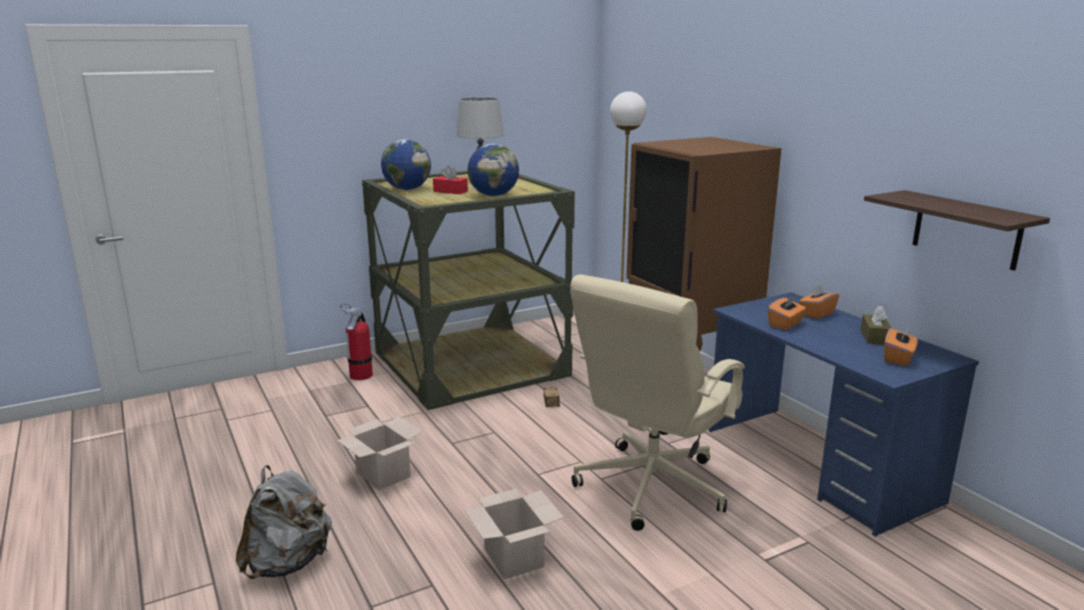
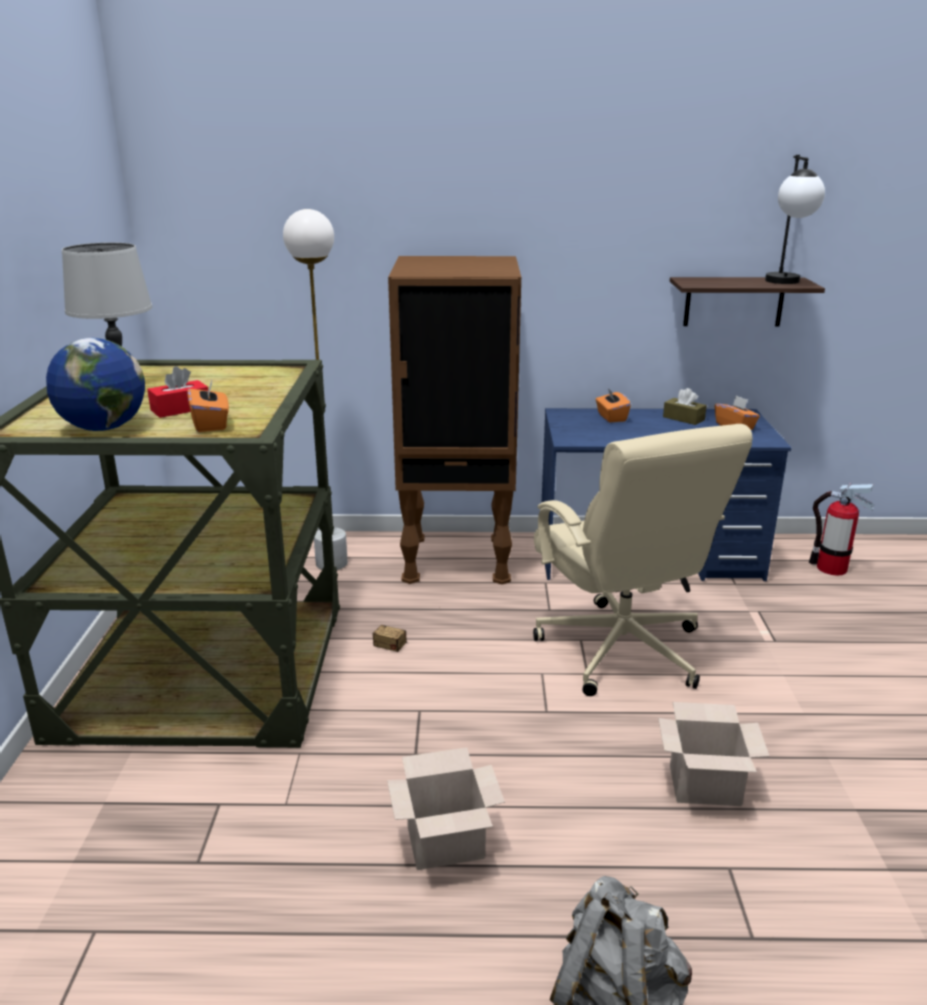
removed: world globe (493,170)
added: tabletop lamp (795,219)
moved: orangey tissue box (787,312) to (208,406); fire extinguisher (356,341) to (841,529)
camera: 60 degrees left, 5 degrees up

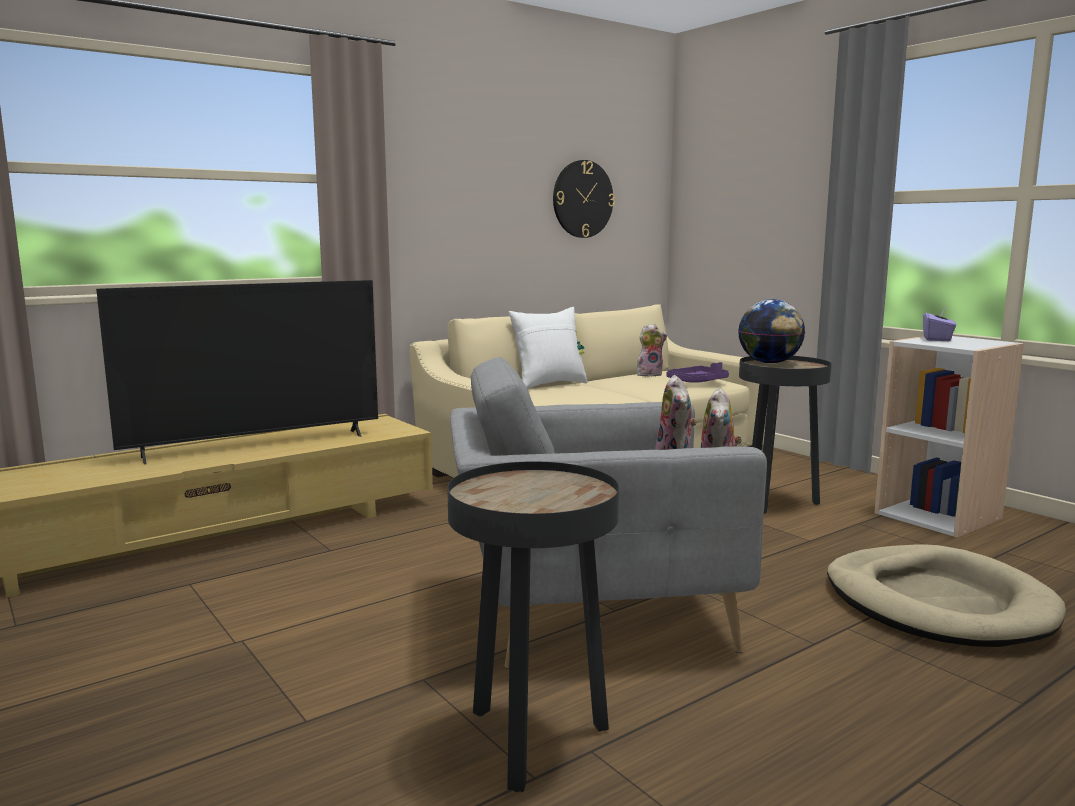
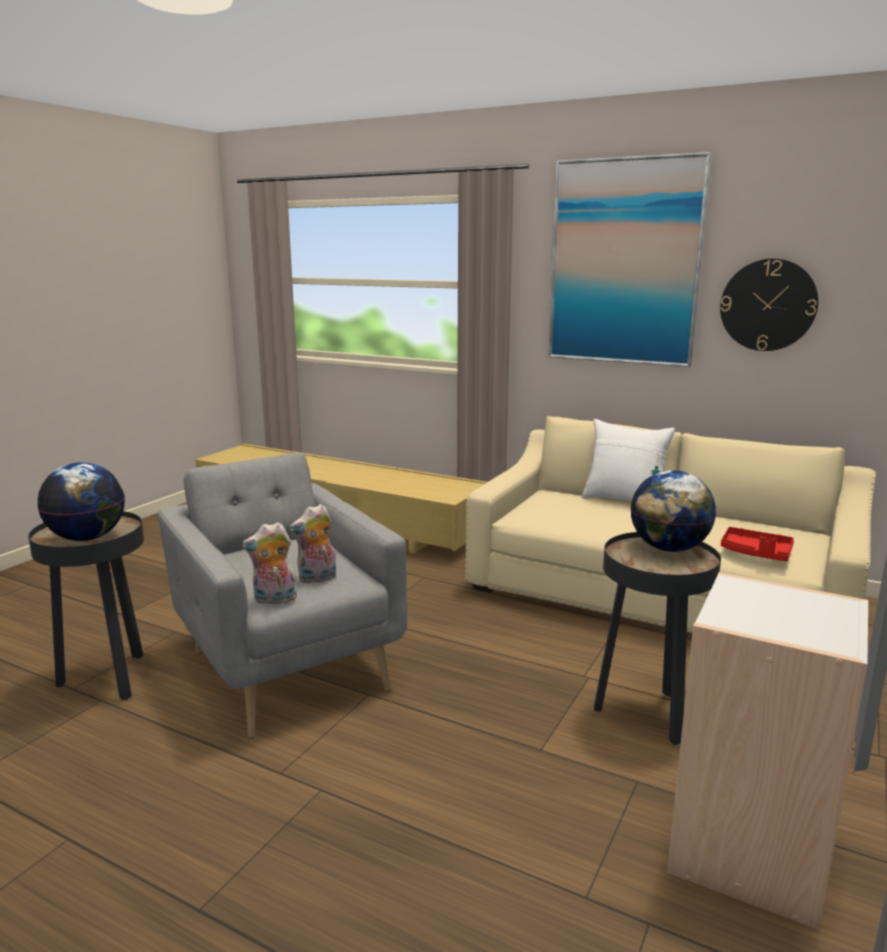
removed: television (237,372); cuddly toy (652,350); beige dog bed (946,595); purple-coloured tissue box (939,323)
added: world globe (81,501); wall picture (630,259)
recoloured: purple-coloured serving tray (697,372) to reddish serving tray (757,544)
camera: 65 degrees right, 5 degrees up

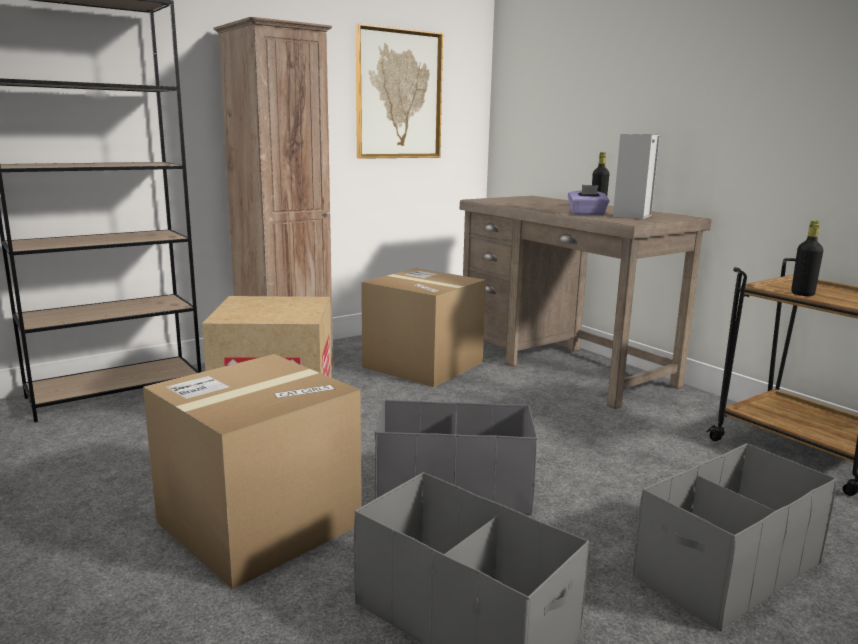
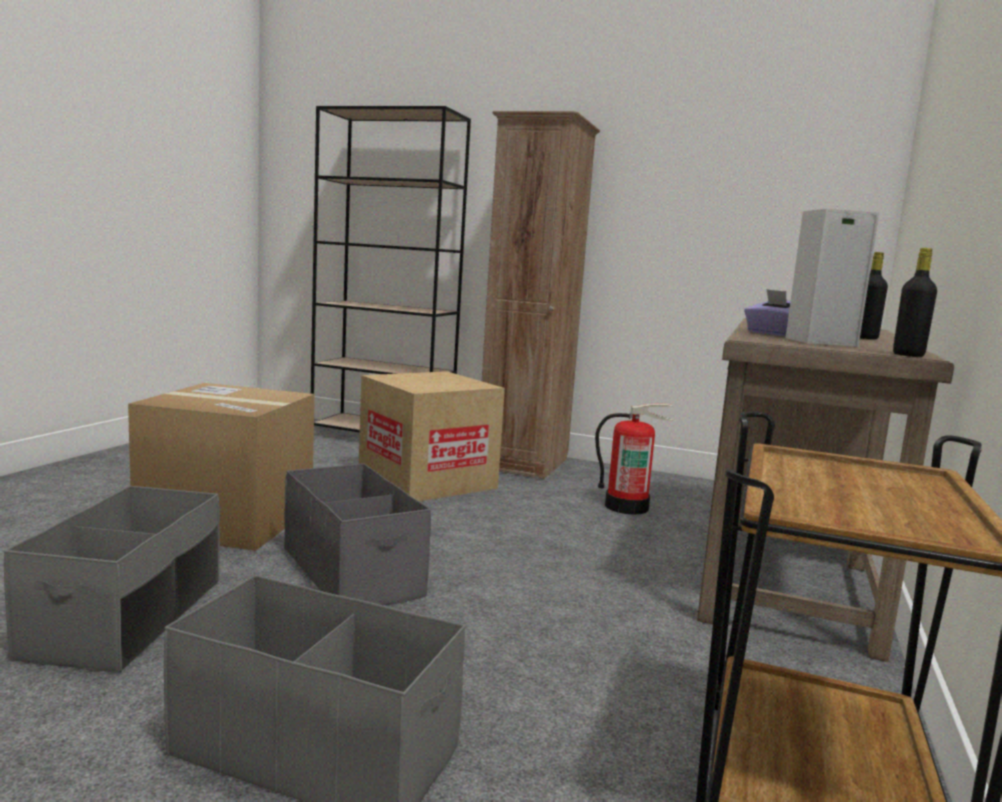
removed: wall picture (399,91)
moved: black beverage bottle (807,258) to (915,302)
replaced: cardboard box (423,327) to fire extinguisher (635,459)
camera: 55 degrees right, 5 degrees down

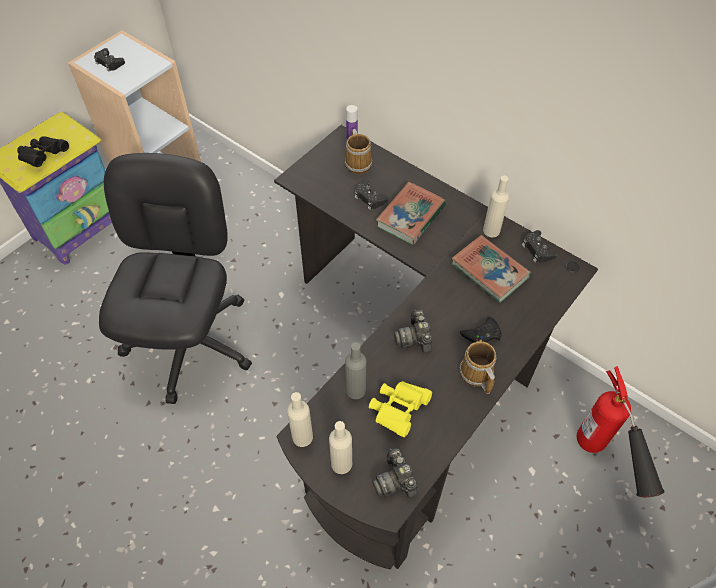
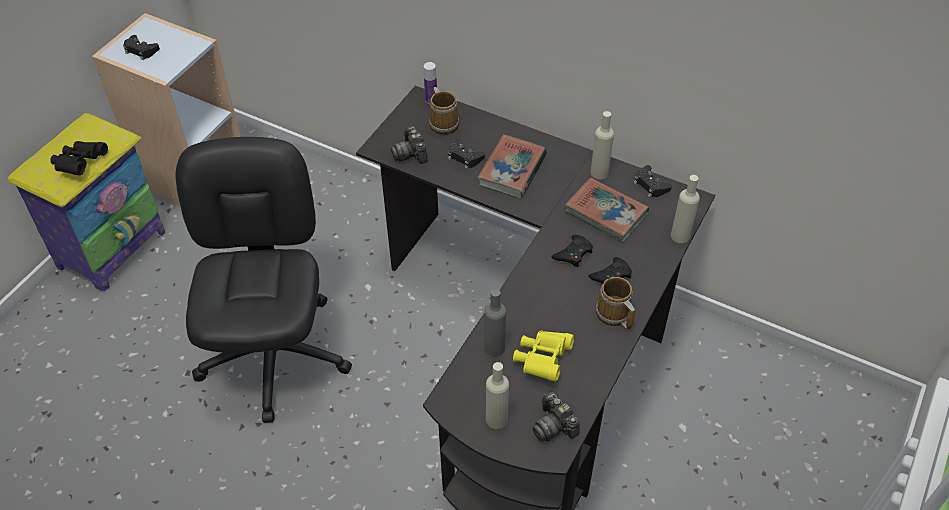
removed: fire extinguisher (621,431)
added: black gamepad (572,251)
moved: photo camera (413,331) to (409,145); beige beverage bottle (300,419) to (685,209)
camera: 10 degrees left, 5 degrees down

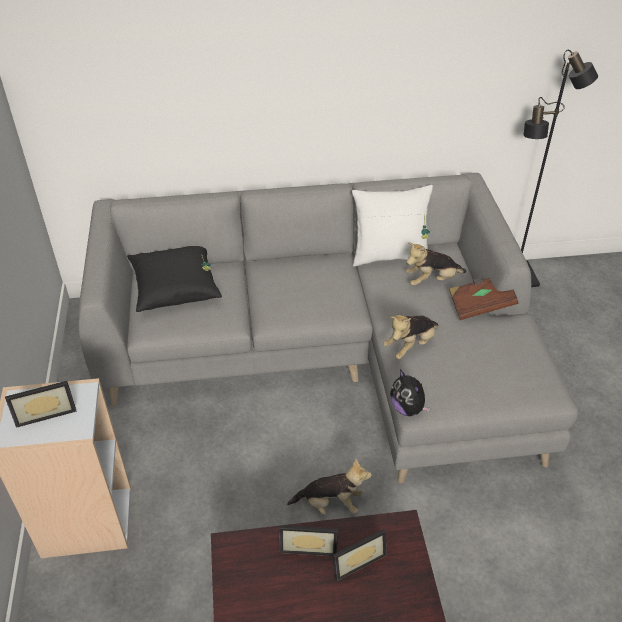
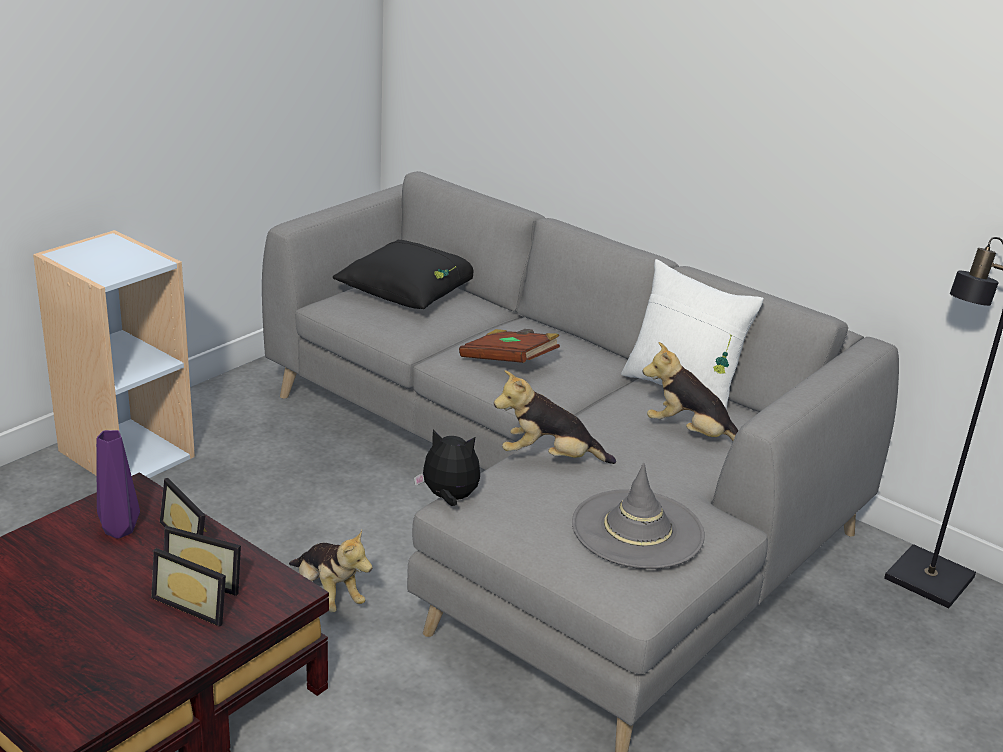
added: purple-coloured flower vase (118,484); grey clothing hat (638,516)
moved: photo frame (41,404) to (188,587); brown-coloured bound book (483,298) to (509,346)
turned: cuddly toy (410,392) = (447,467) 90 degrees clockwise
camera: 45 degrees right, 15 degrees down

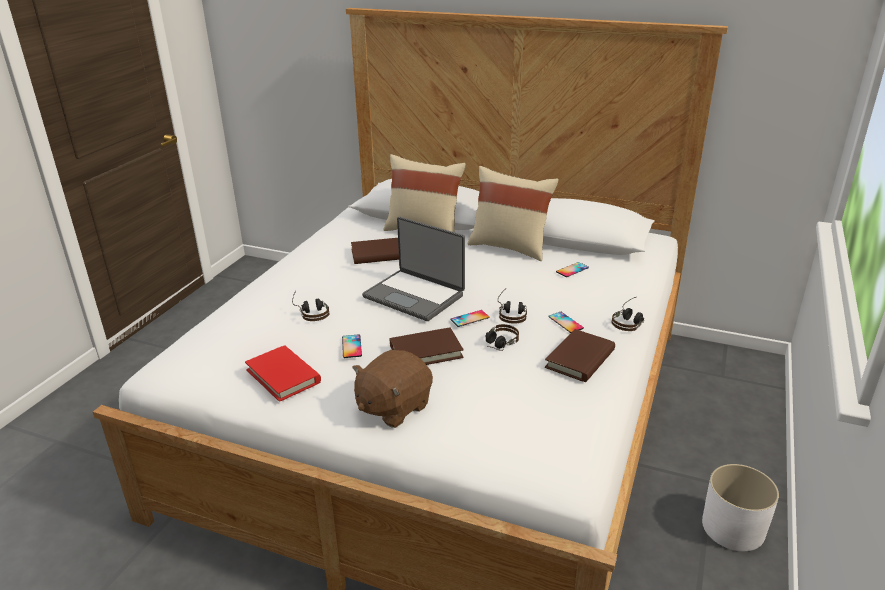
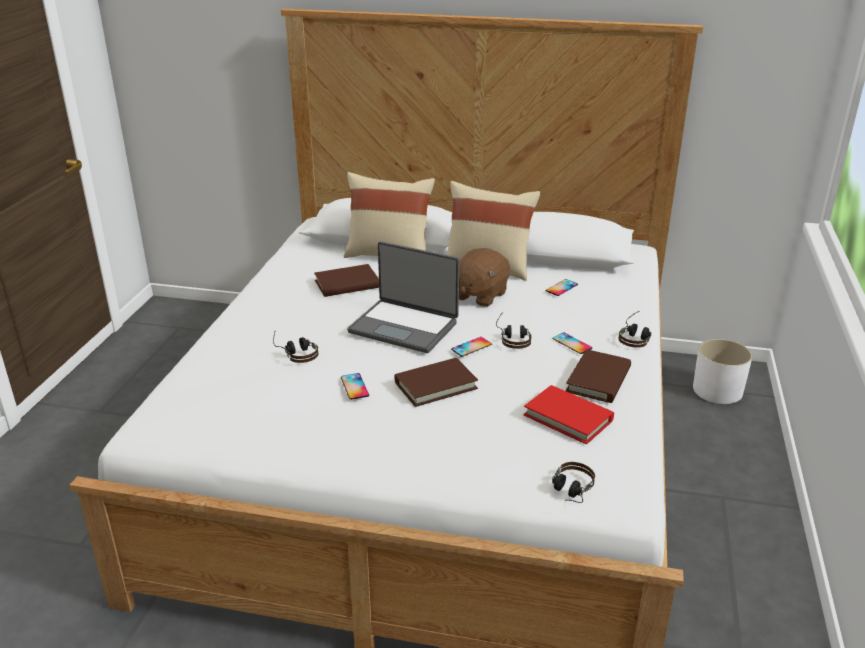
moved: brown-coloured cuddly toy (392,389) to (484,277); reddish bound book (283,373) to (569,415); headset (502,337) to (573,482); white-coloured planter (740,507) to (722,371)
camera: 10 degrees left, 0 degrees up

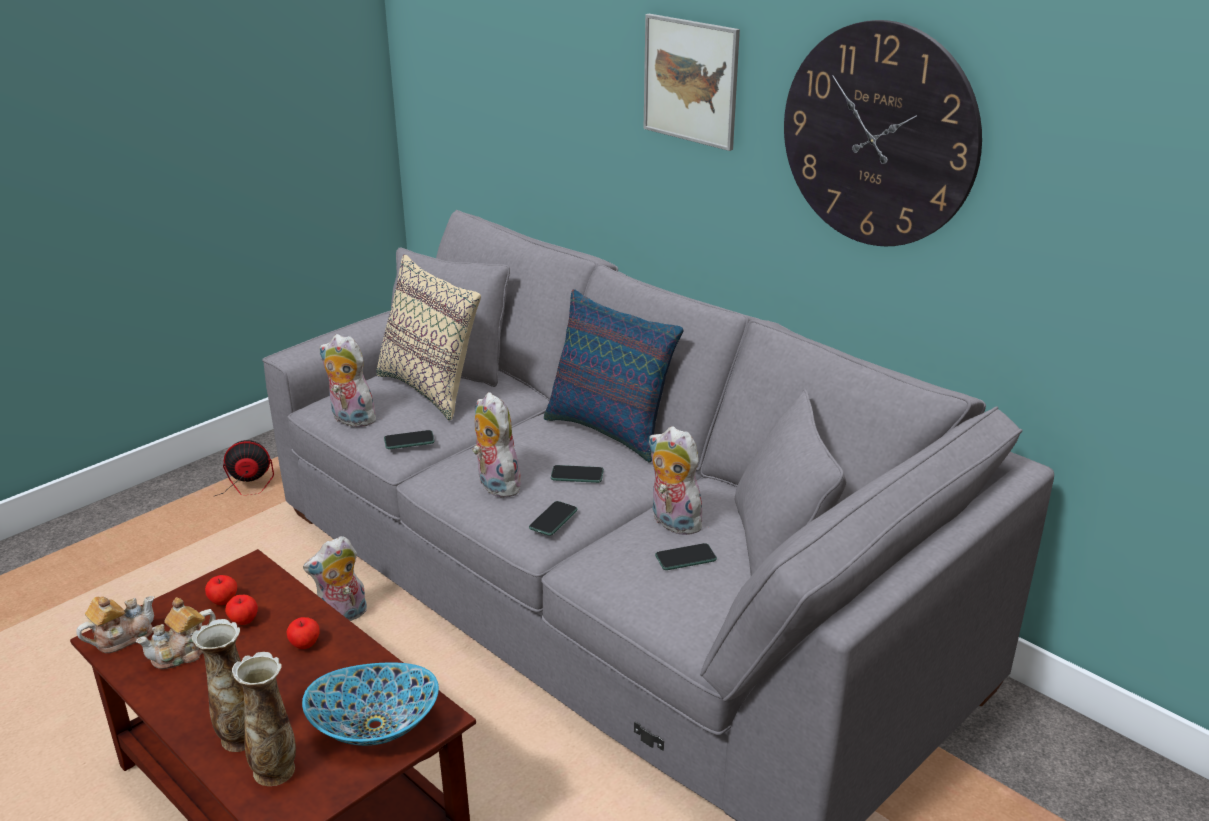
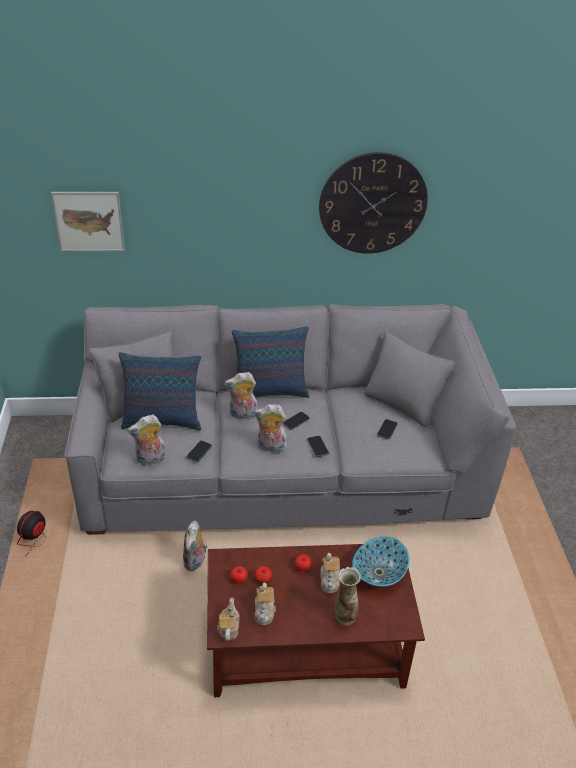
removed: flower vase (264,719)
added: pot for tea (330,573)
moved: wall picture (691,82) to (88,222); cuddly toy (676,480) to (240,395)
recoloured: beige pillow (428,337) to bluish pillow (160,391)
camera: 50 degrees left, 10 degrees up

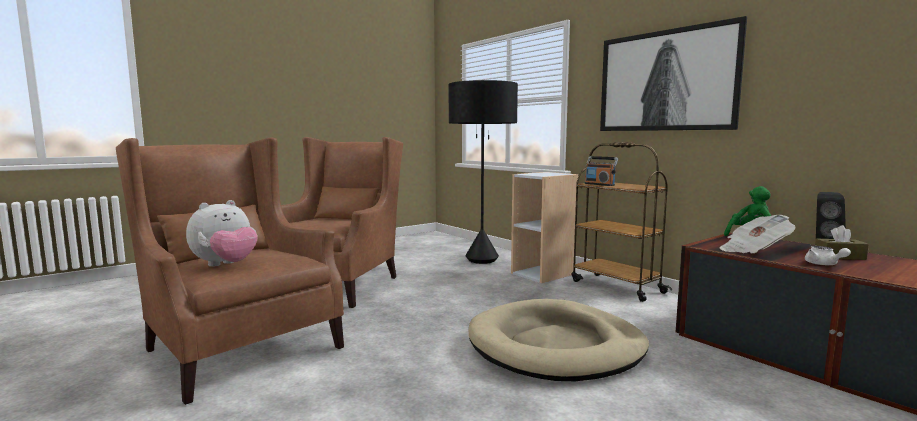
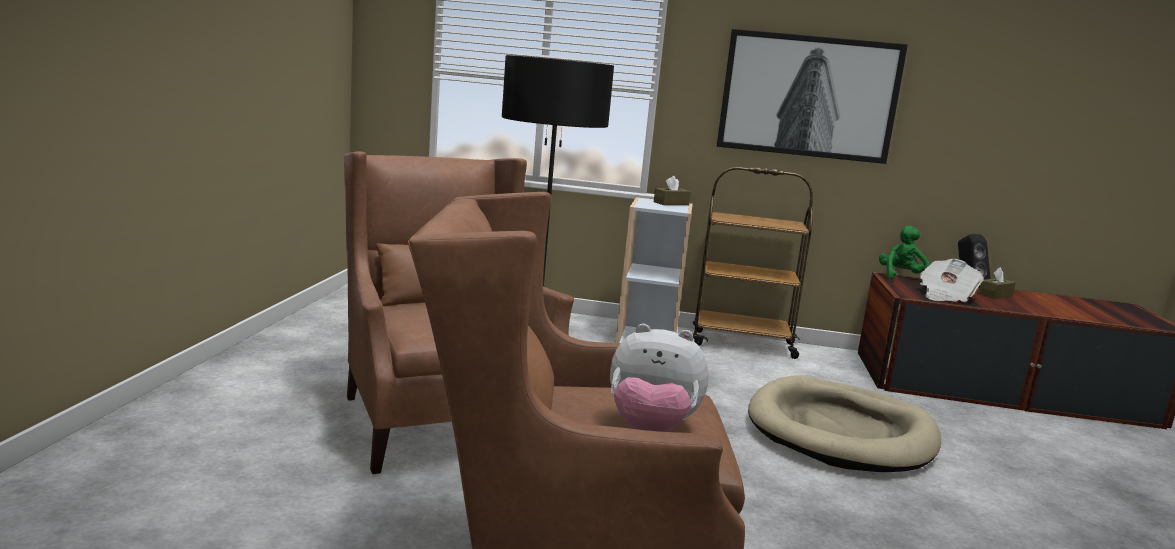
removed: radio receiver (601,171); white-coloured pot for tea (828,256)
added: brown-coloured tissue box (672,190)
turned: cuddly toy (222,233) = (659,377) 105 degrees clockwise
camera: 45 degrees left, 5 degrees up

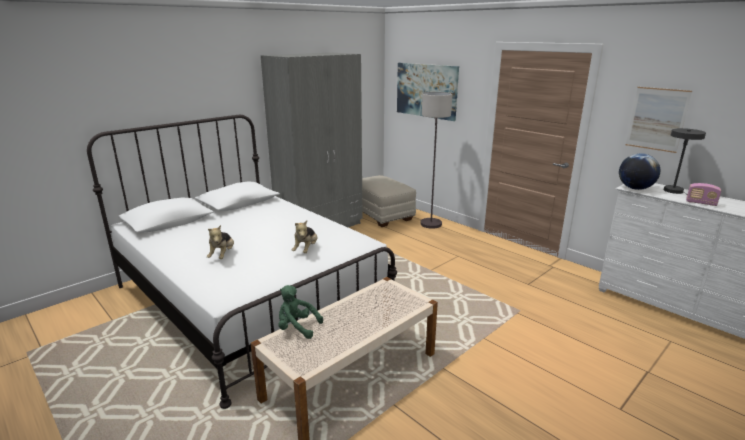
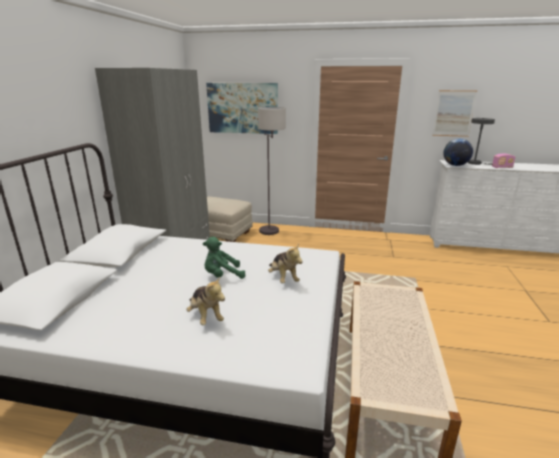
moved: green cuddly toy (300,312) to (224,258)
camera: 35 degrees left, 0 degrees up

